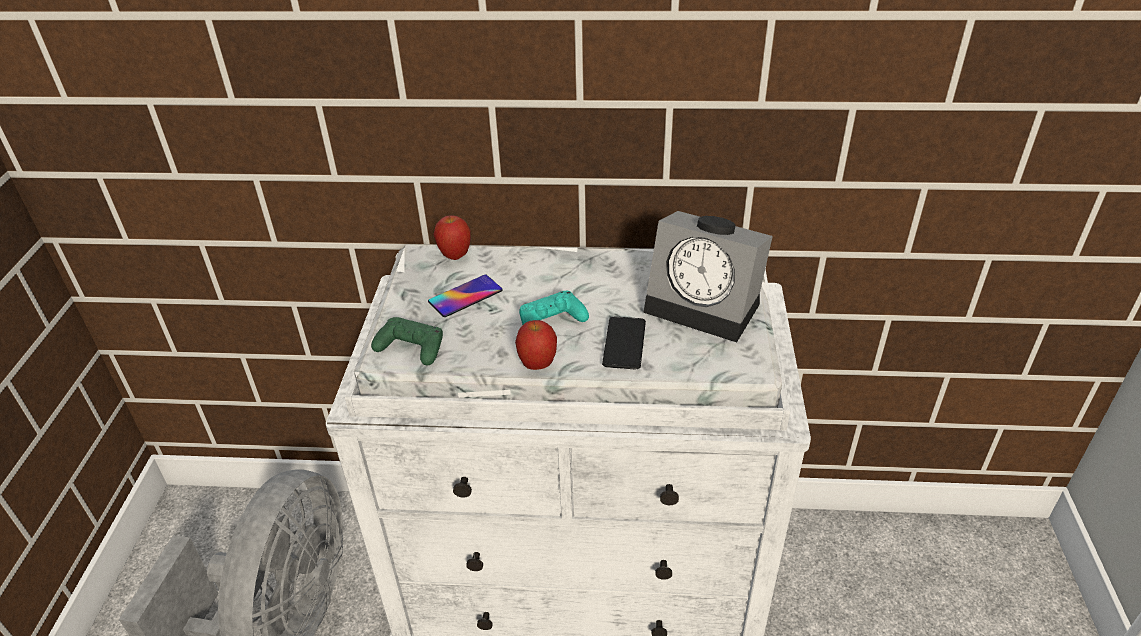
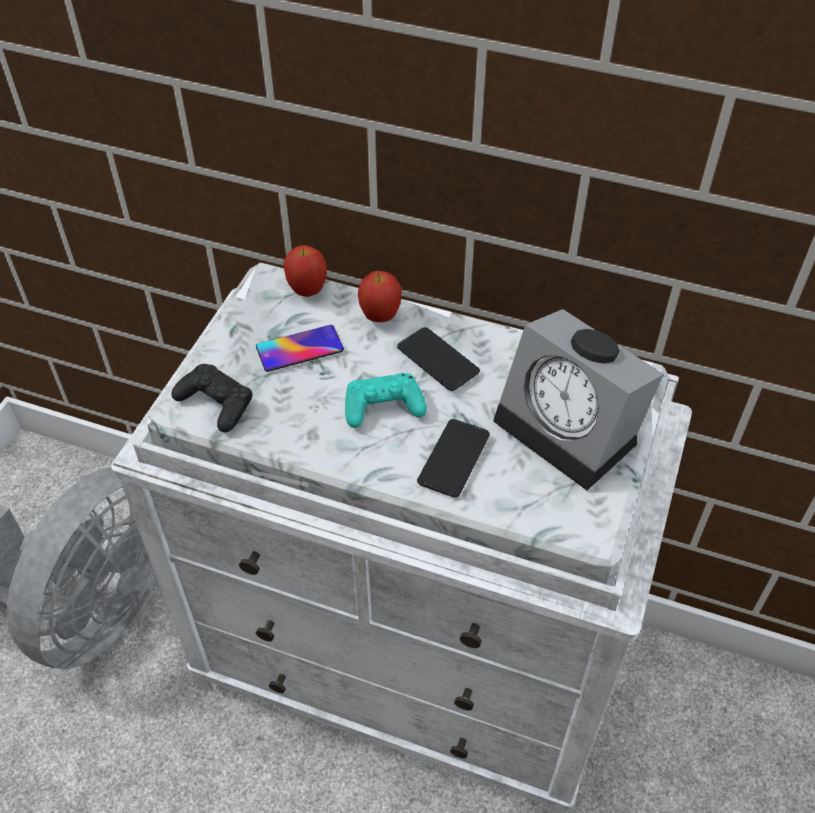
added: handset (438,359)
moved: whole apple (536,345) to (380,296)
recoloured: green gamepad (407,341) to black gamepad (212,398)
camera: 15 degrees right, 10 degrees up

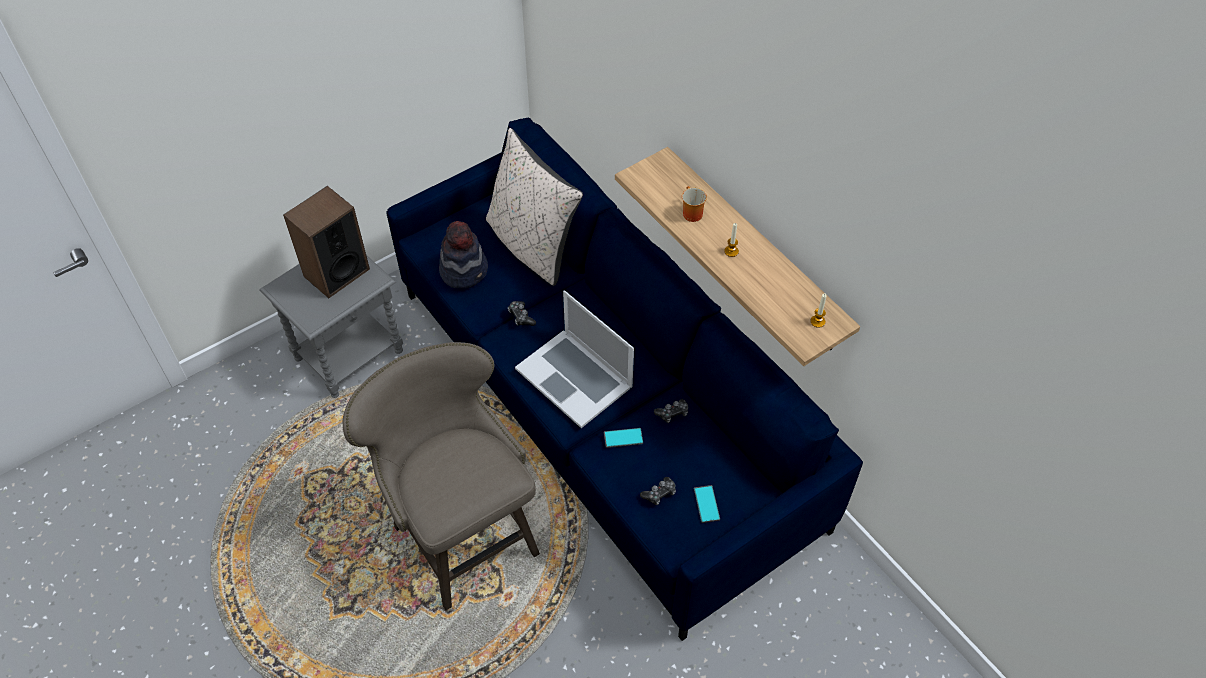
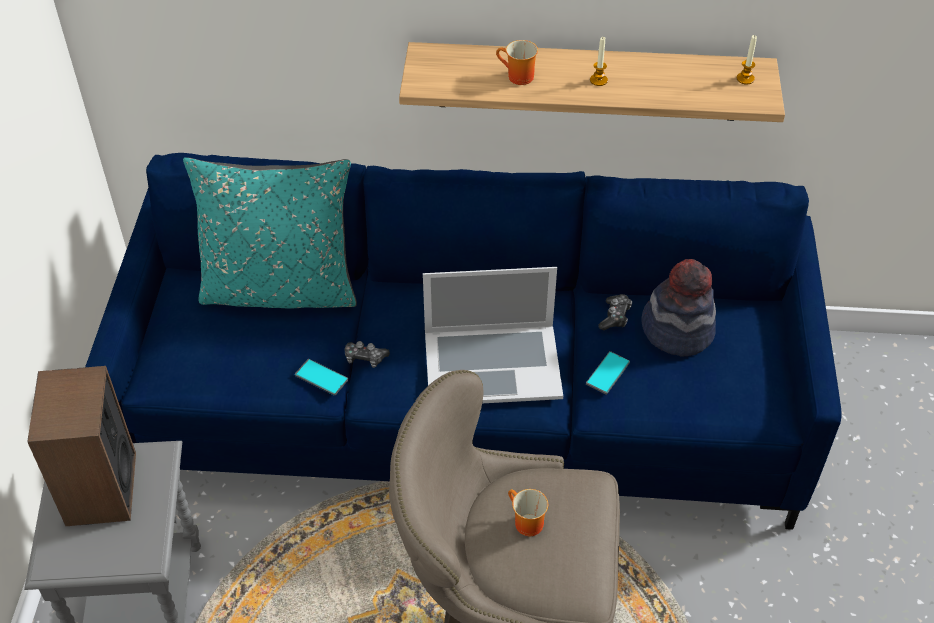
removed: gamepad (658,491)
added: mug (528,512)
moved: handset (707,504) to (321,377); clothing hat (463,255) to (678,308)
recoloured: beige pillow (534,207) to blue-green pillow (270,233)
camera: 50 degrees left, 5 degrees down

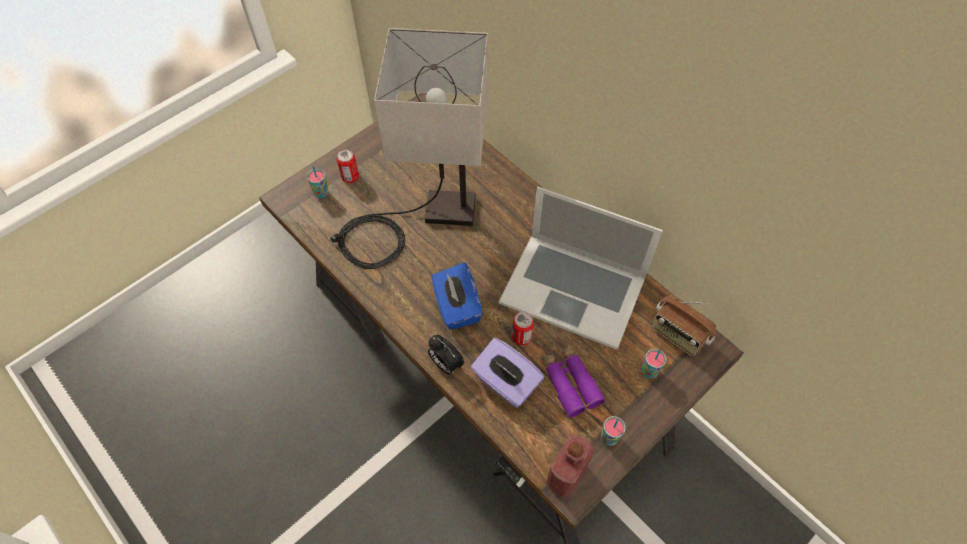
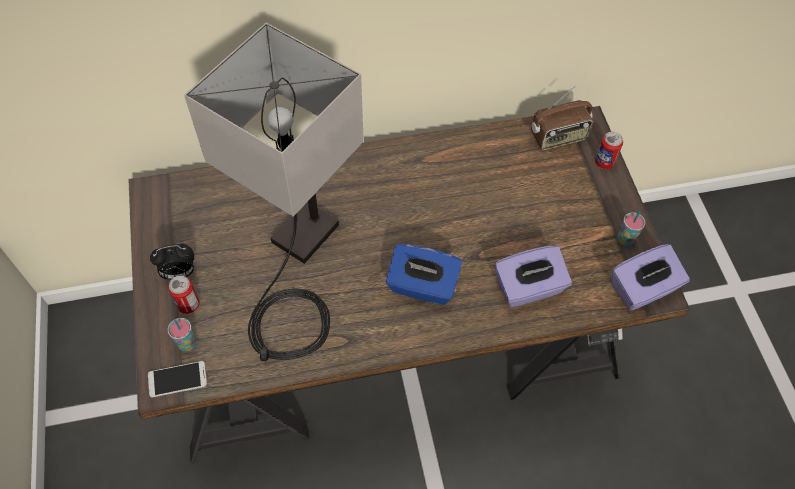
removed: portable computer (581,268); purple-coloured field glasses (573,381); drinking cup (654,363)
added: handset (177,379)
moved: table clock (446,354) to (172,262); sealed can (523,328) to (609,150)
replaced: reddish beverage bottle (570,466) to purple-coloured tissue box (650,277)
camera: 60 degrees left, 0 degrees up

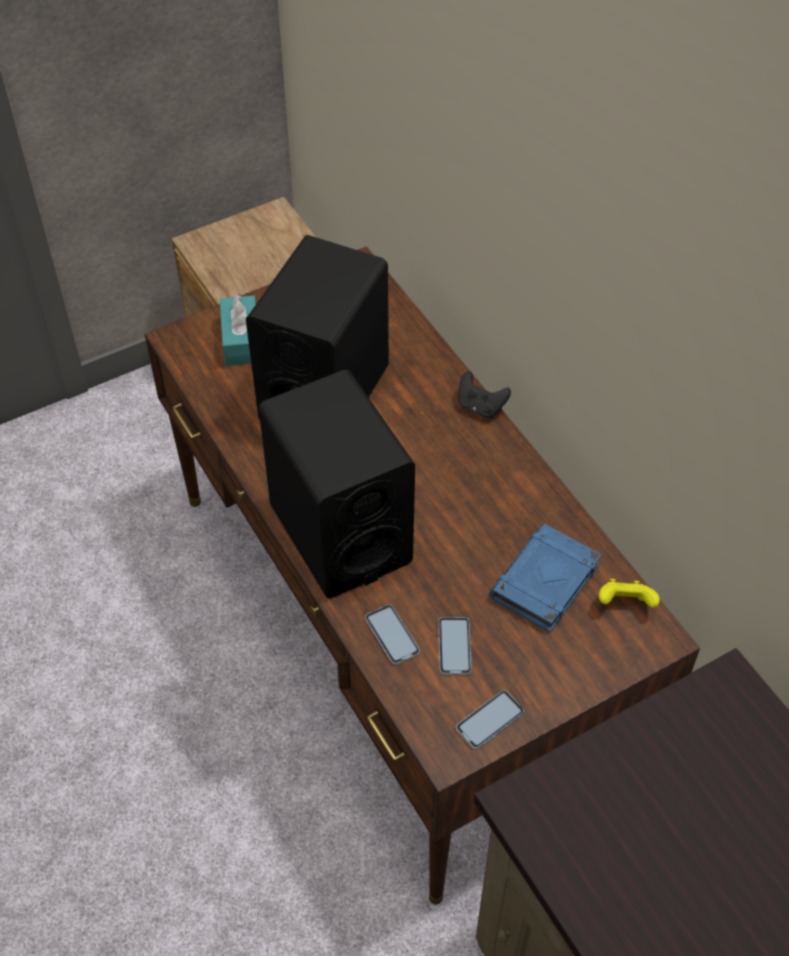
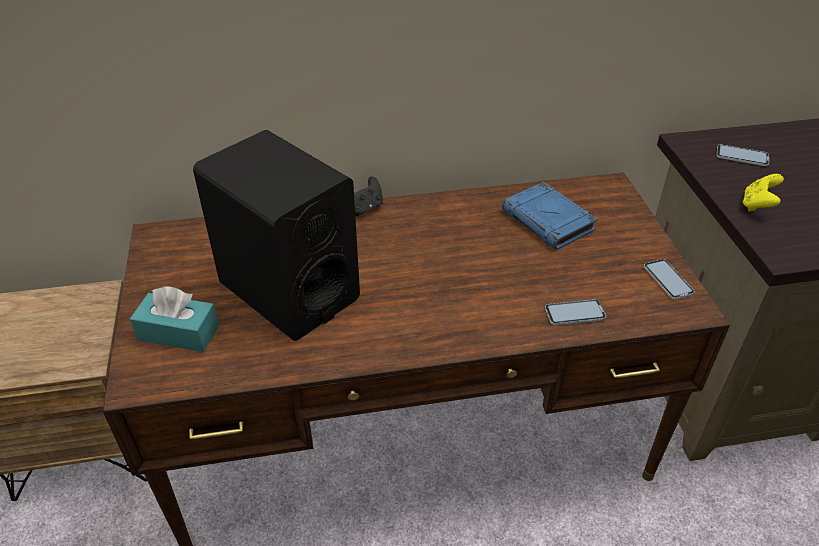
removed: black loudspeaker (337,484)
moved: handset (455,646) to (742,155); yellow gamepad (629,593) to (763,193)
camera: 70 degrees left, 10 degrees down

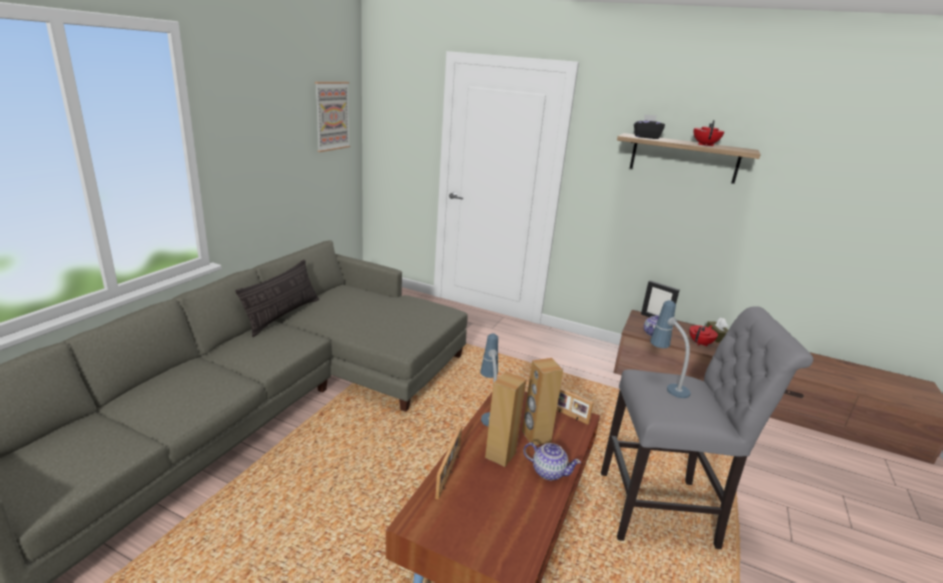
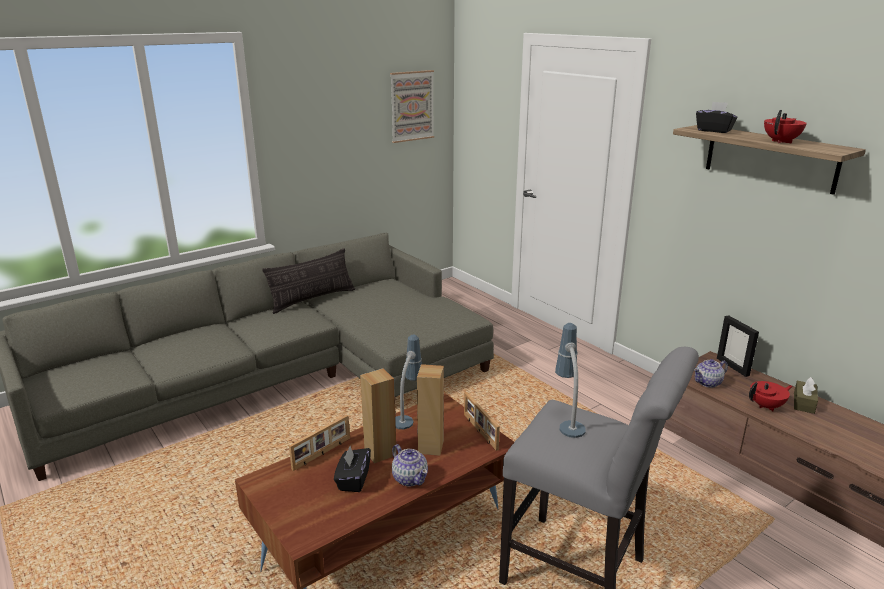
added: black tissue box (352,469)
camera: 30 degrees right, 0 degrees up

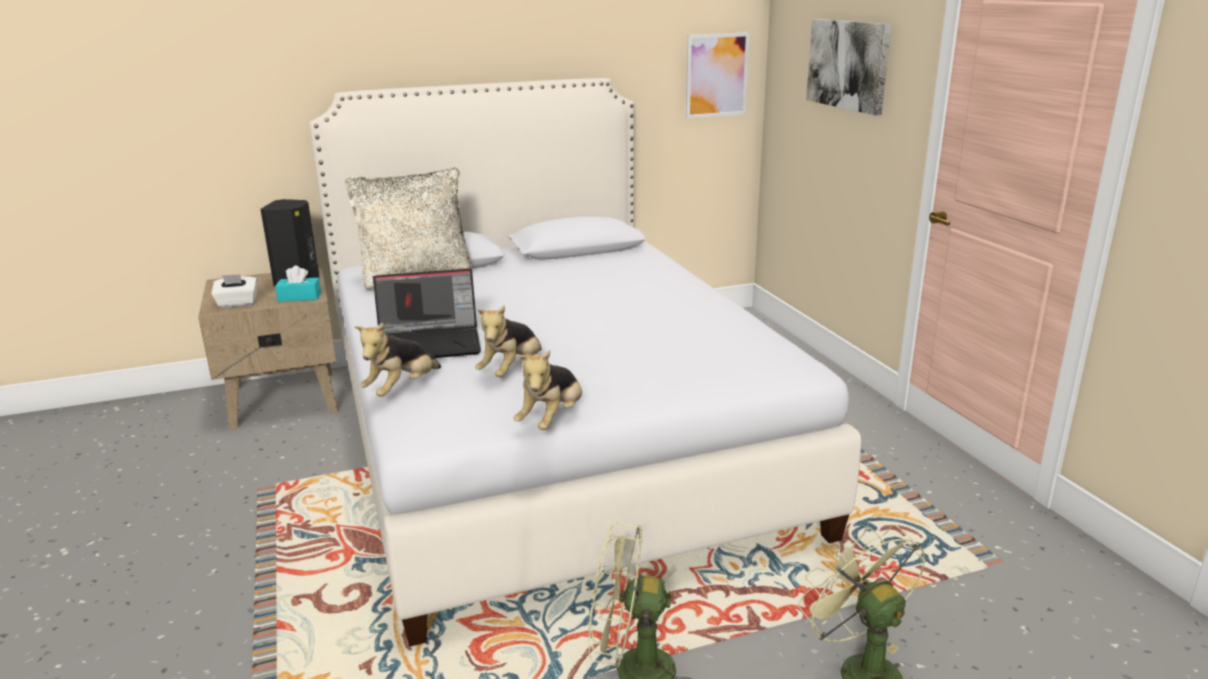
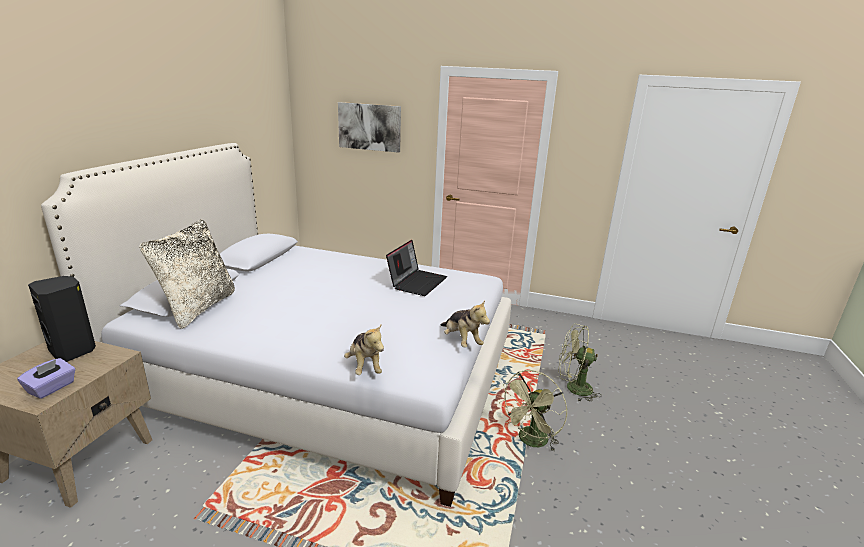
removed: blue-green tissue box (298,283); cuddly toy (508,341); wall picture (718,75)
moved: portable computer (427,313) to (416,268)
recoloured: white-coloured tissue box (234,290) to purple-coloured tissue box (46,378)
camera: 55 degrees left, 0 degrees up

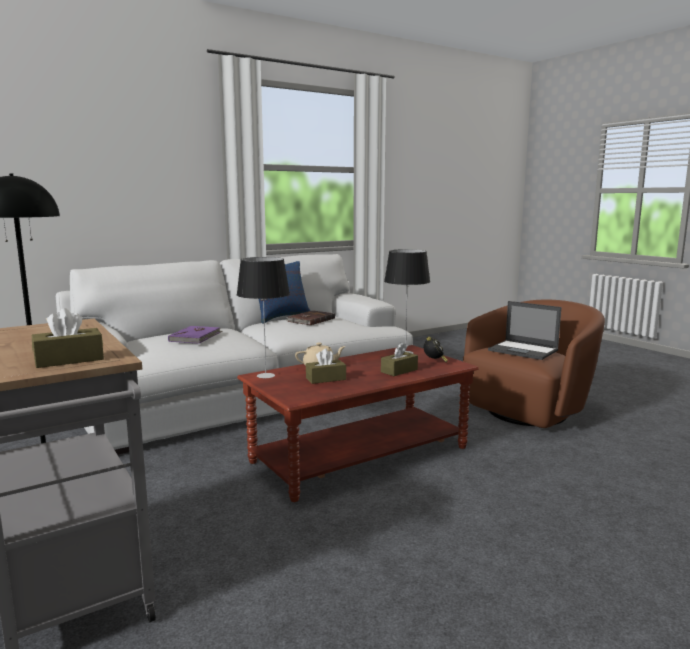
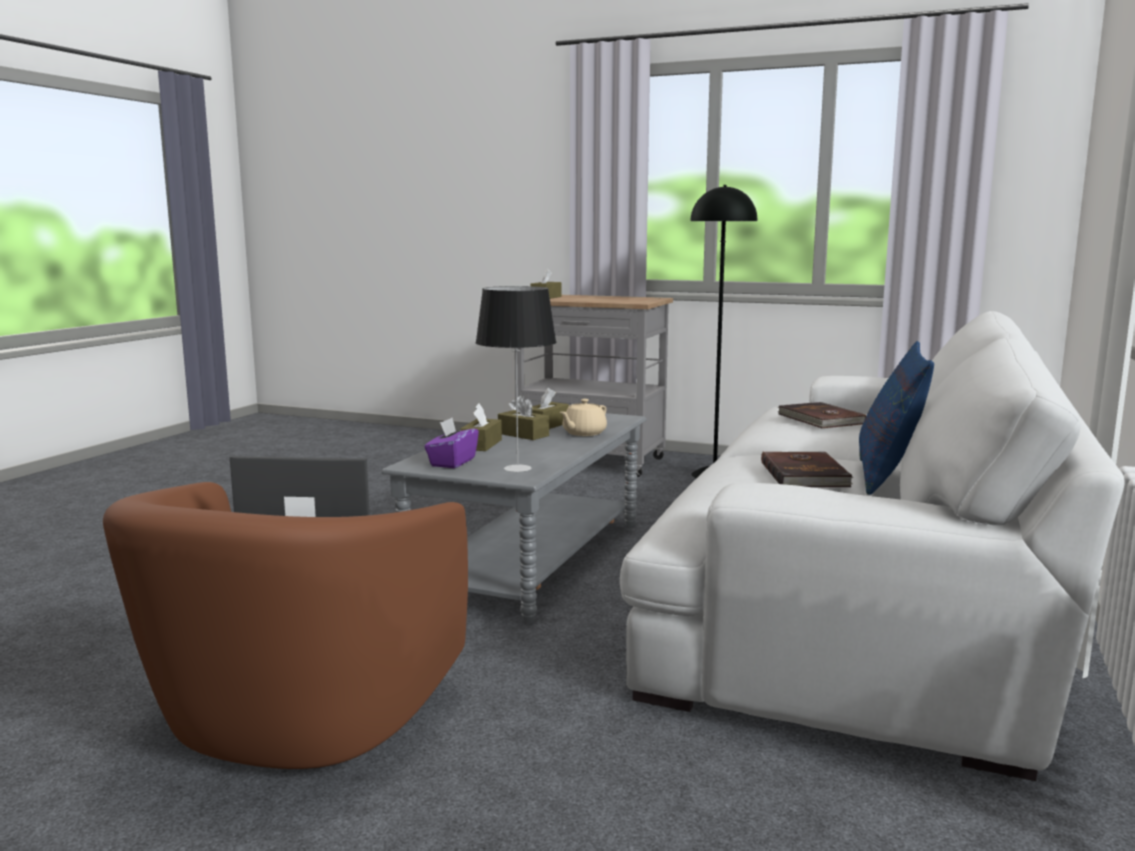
removed: tabletop lamp (263,317)
added: brown-coloured tissue box (523,417)
replaced: table clock (436,349) to purple-coloured tissue box (451,443)
recoloured: brown-coloured lounge table (358,423) to grey lounge table (514,518); purple-coloured bound book (195,335) to brown-coloured bound book (821,415)
camera: 145 degrees right, 0 degrees up

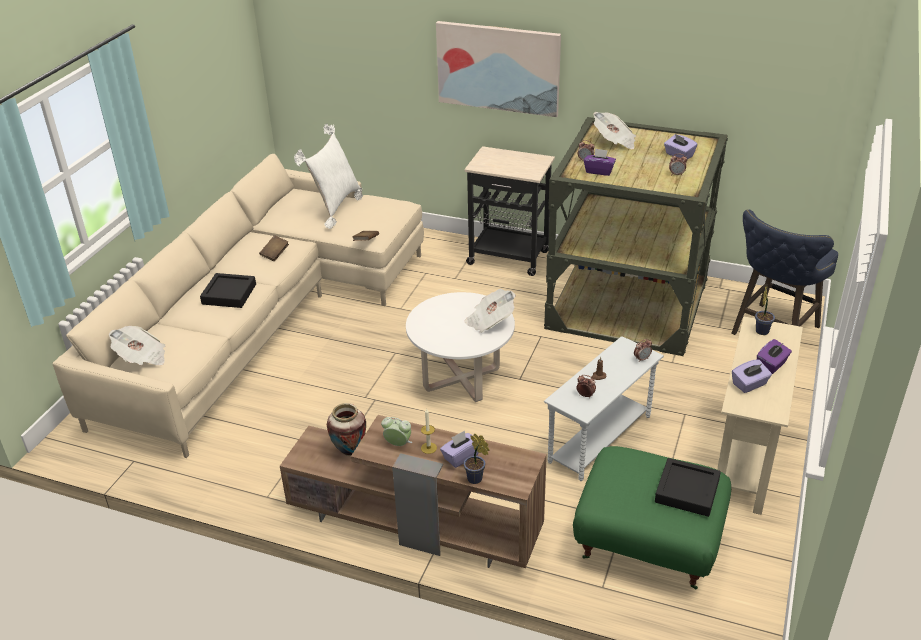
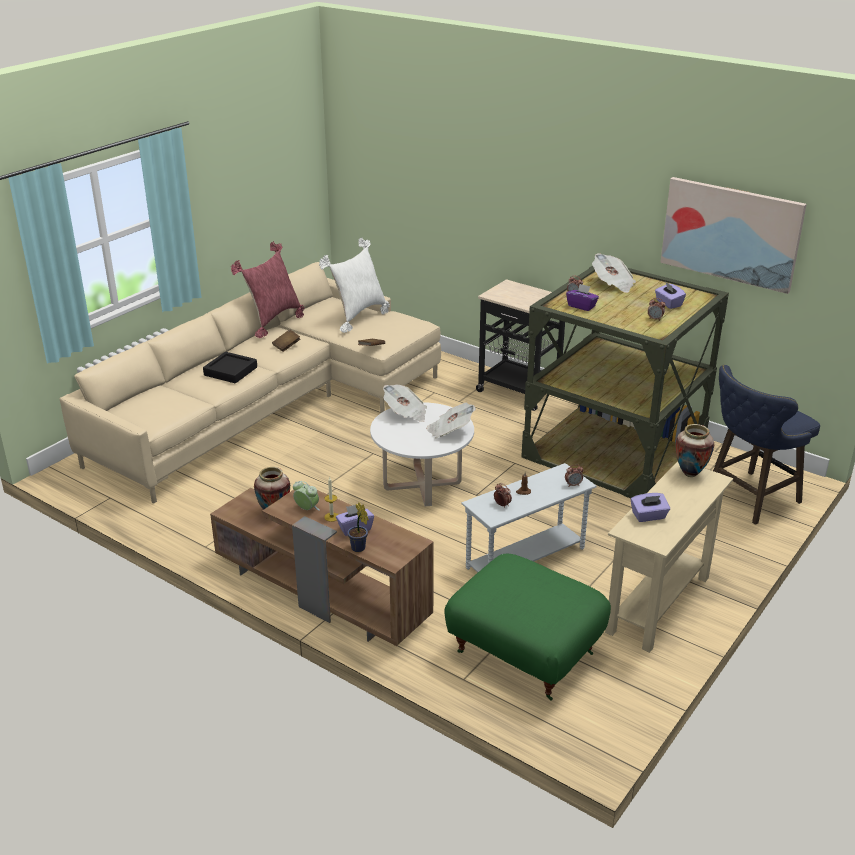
removed: black serving tray (688,487); purple-coloured tissue box (774,356)
added: reddish pillow (268,290)
moved: printed paper (137,346) to (405,403); wall picture (498,69) to (733,235)
replaced: plant in a pot (765,311) to flower vase (695,450)
camera: 15 degrees right, 5 degrees down

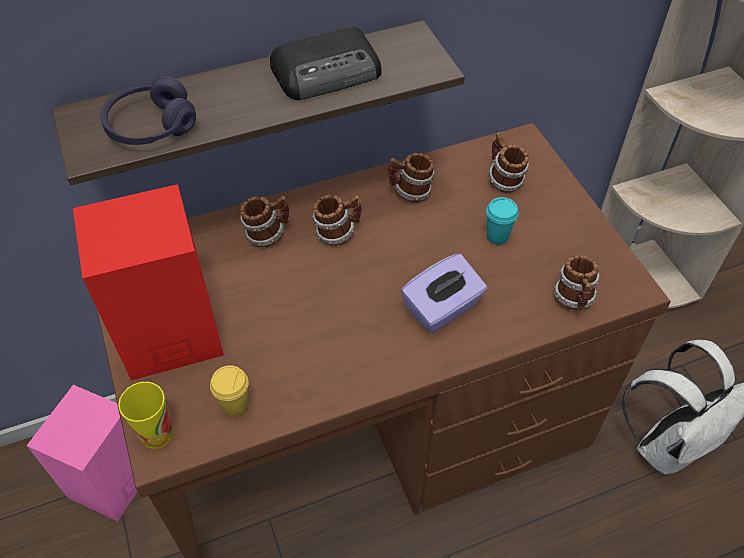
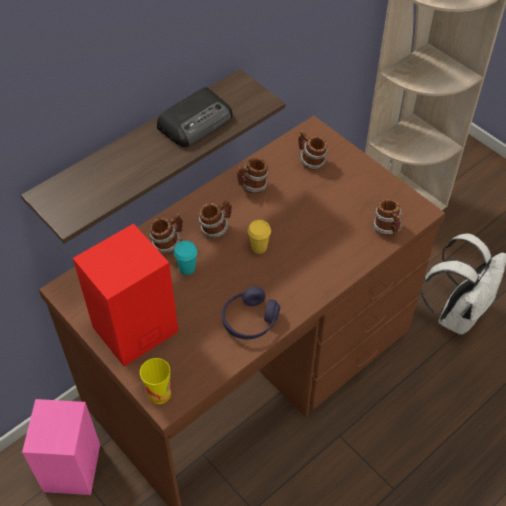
removed: purple-coloured tissue box (444,293)
moved: blue-green drinking cup (502,221) to (185,258); purple-coloured headset (148,111) to (251,312); yellow drinking cup (229,391) to (259,237)
camera: 20 degrees left, 0 degrees up

